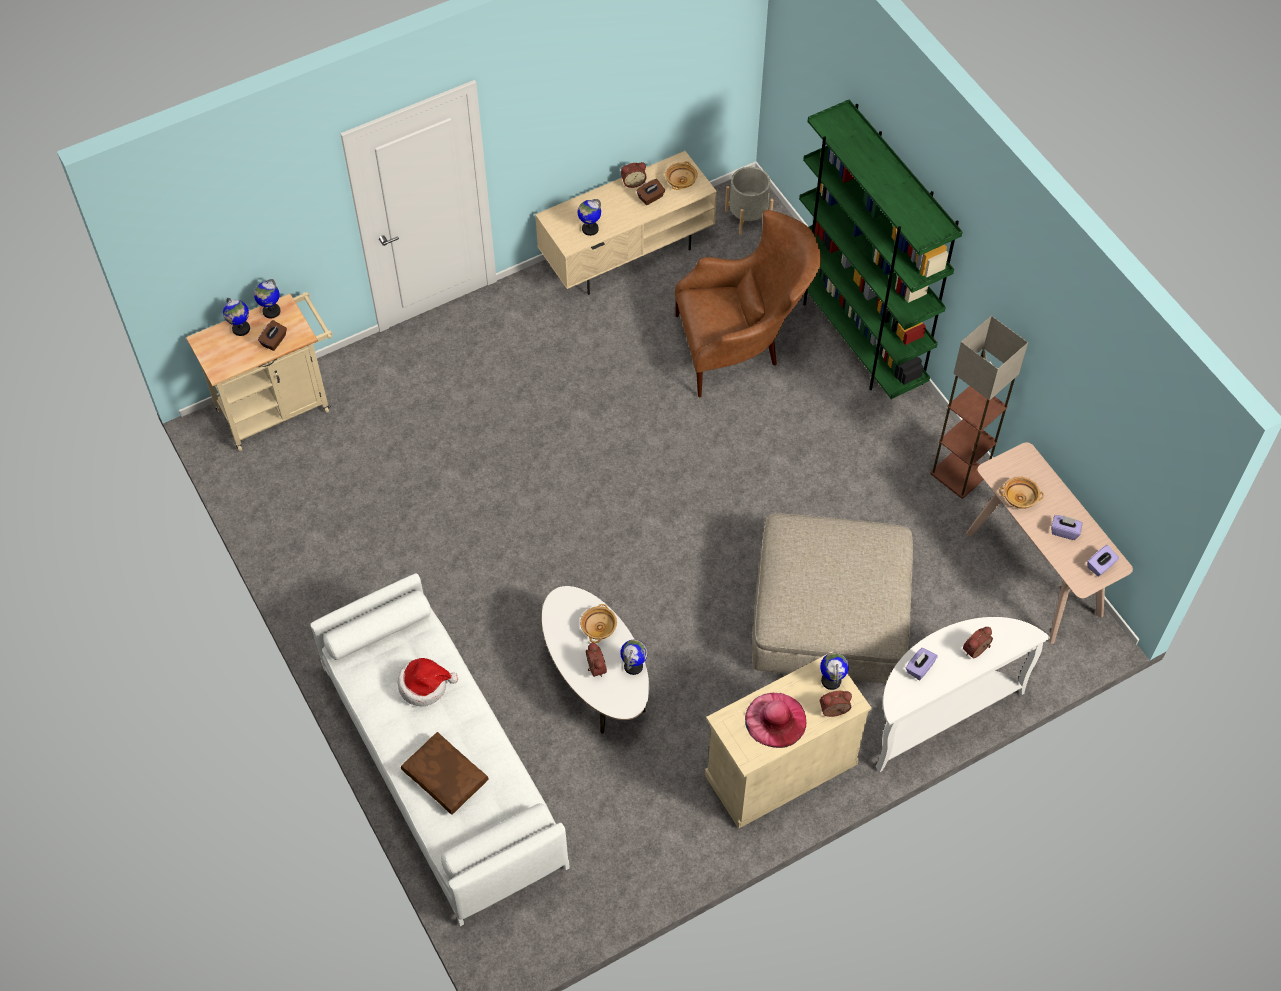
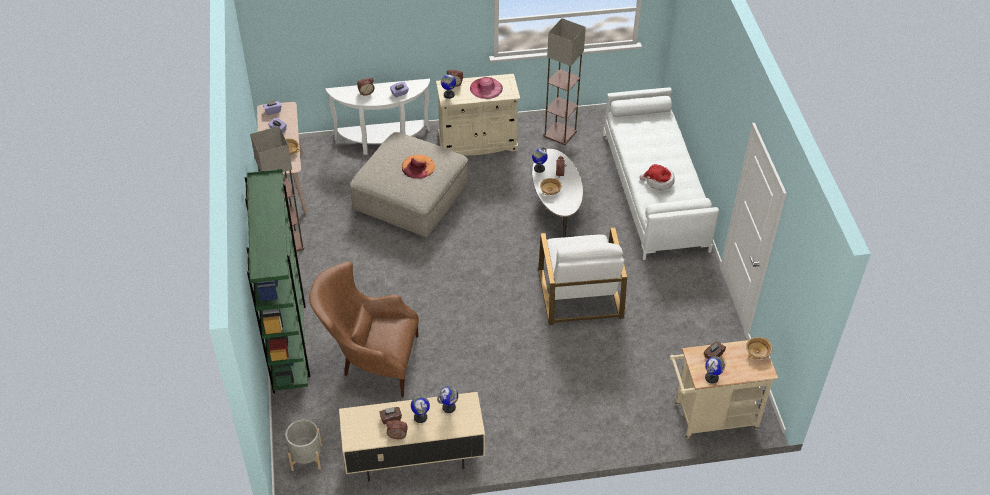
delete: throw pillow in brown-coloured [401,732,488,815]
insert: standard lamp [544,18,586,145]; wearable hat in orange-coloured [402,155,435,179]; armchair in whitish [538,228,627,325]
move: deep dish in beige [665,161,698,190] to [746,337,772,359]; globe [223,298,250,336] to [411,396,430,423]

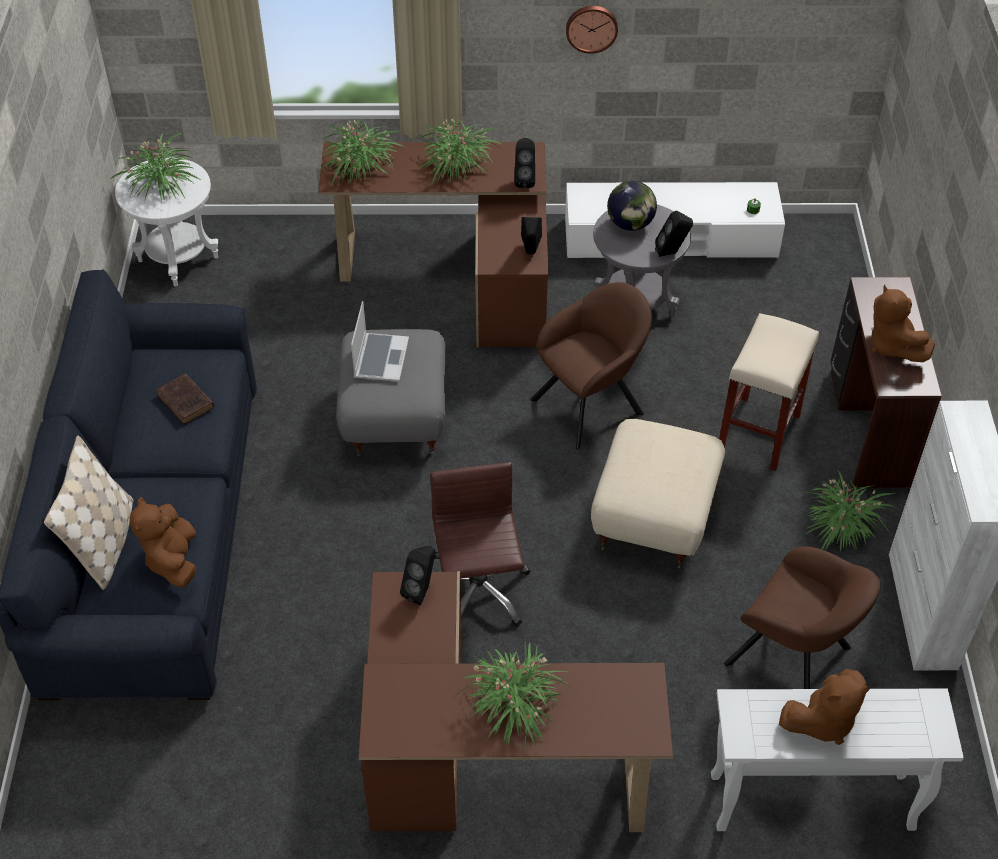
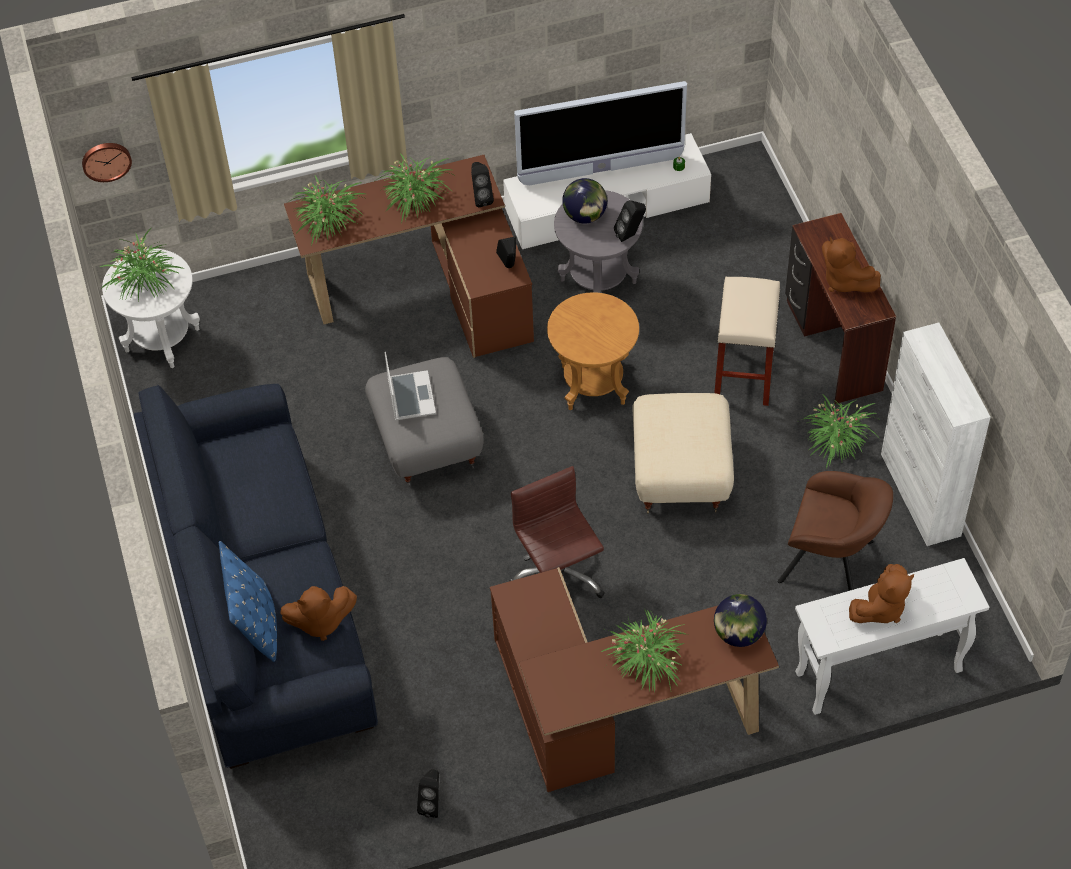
delete: volume in brown-coloured [156,374,214,424]
insert: television [514,81,687,185]; globe [714,594,767,647]
move: wall clock [566,6,618,54] to [82,143,132,182]; loudspeaker in black [400,546,435,605] to [417,769,439,818]
replace: armchair in brown-coloured [530,282,652,450] to accent table in brown-coloured [547,292,639,410]
recolor: throw pillow in beige [44,436,133,590] to throw pillow in blue [219,541,277,662]
rotate: cuddly toy in brown-coloured [130,497,196,587] = [280,586,357,641] 75 degrees counterclockwise

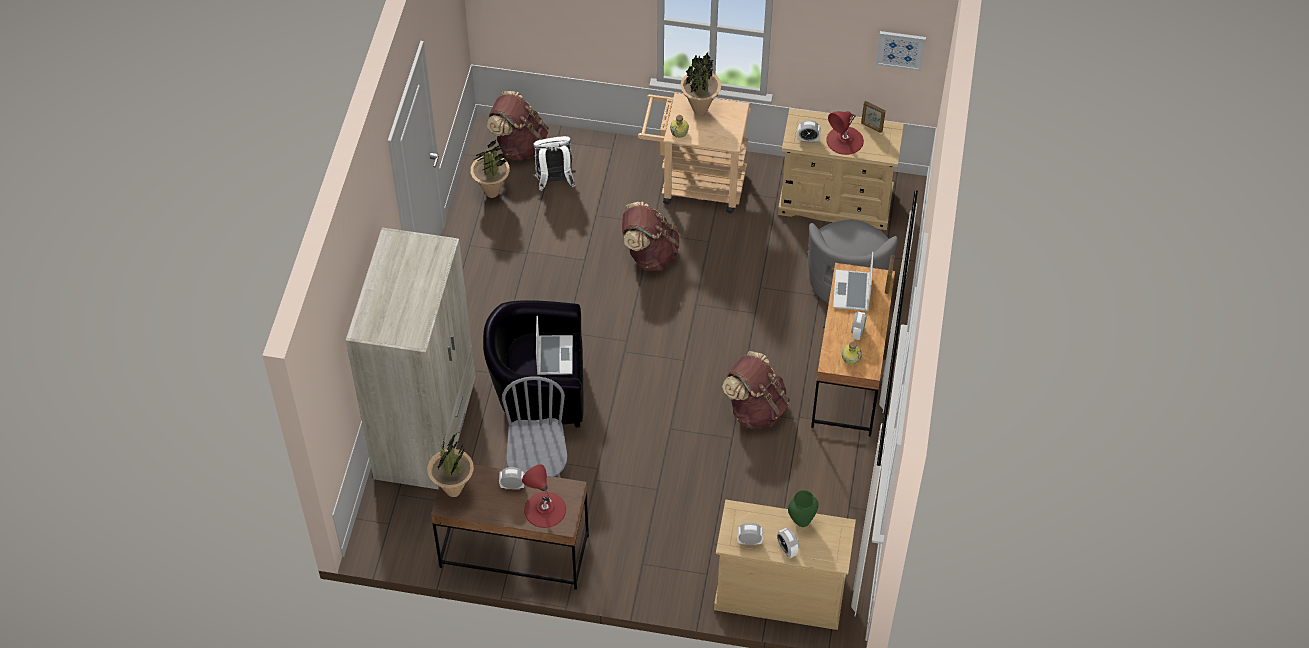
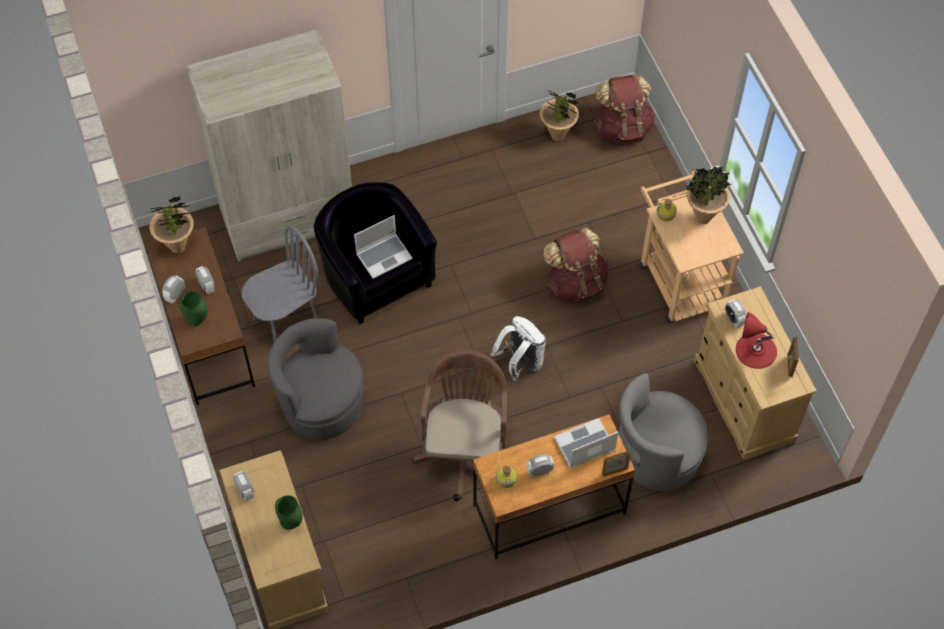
delete: picture [876,31,926,71]
insert: armchair in gray [267,318,364,440]
move: backpack in whitish [533,136,576,191] to [491,316,546,381]; alarm clock [777,528,799,558] to [162,275,185,304]
replace: backpack in brown-coloured [722,351,790,429] to desk chair in brown-coloured [412,350,507,501]; table lamp in red [522,464,566,528] to decorative vase in green-coloured [179,291,208,326]

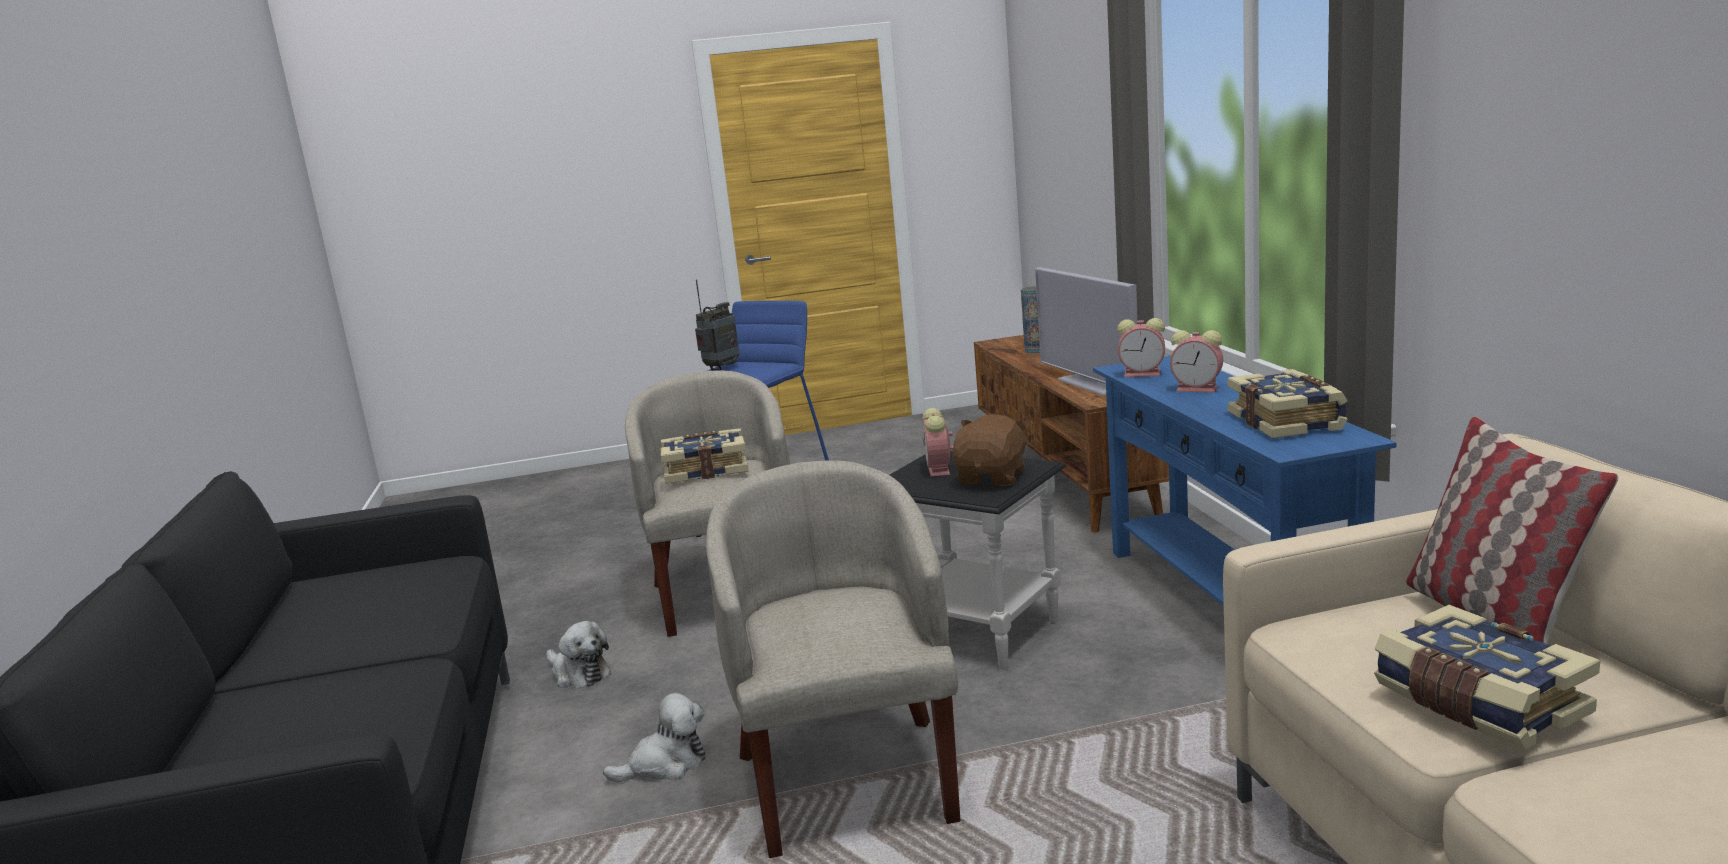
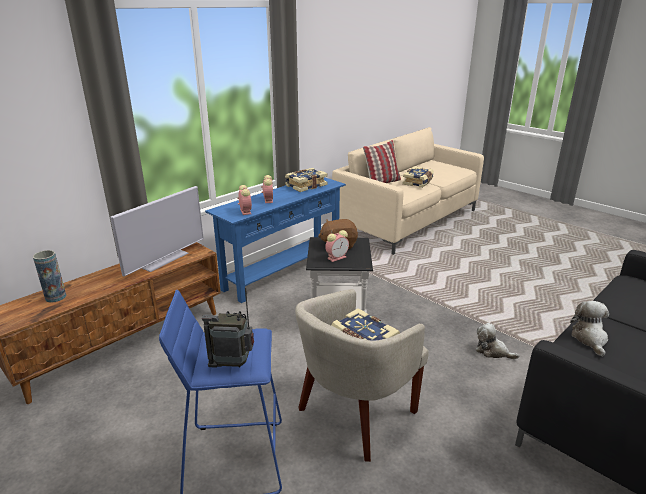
delete: armchair in beige [706,461,961,858]
move: cuddly toy [547,621,611,688] to [570,301,609,357]

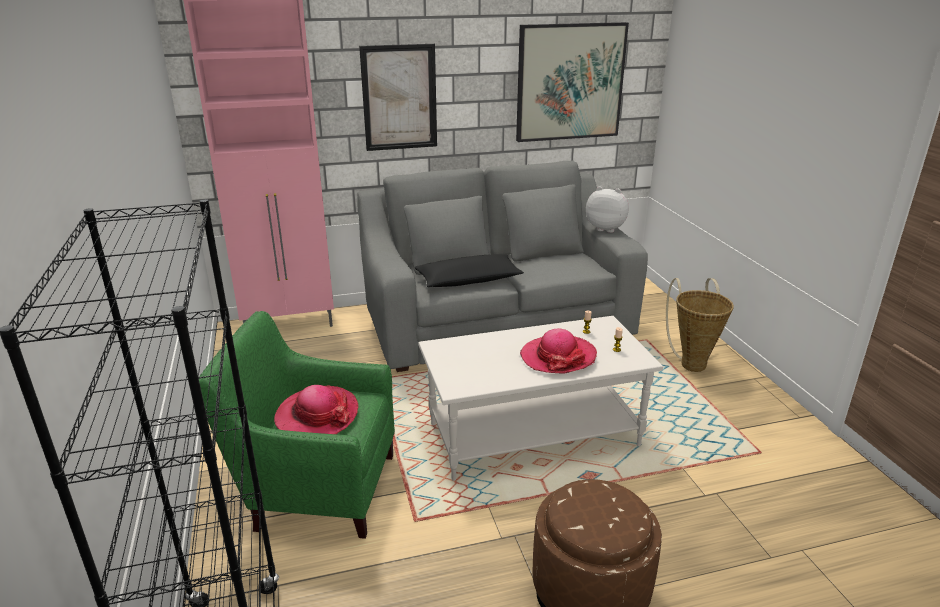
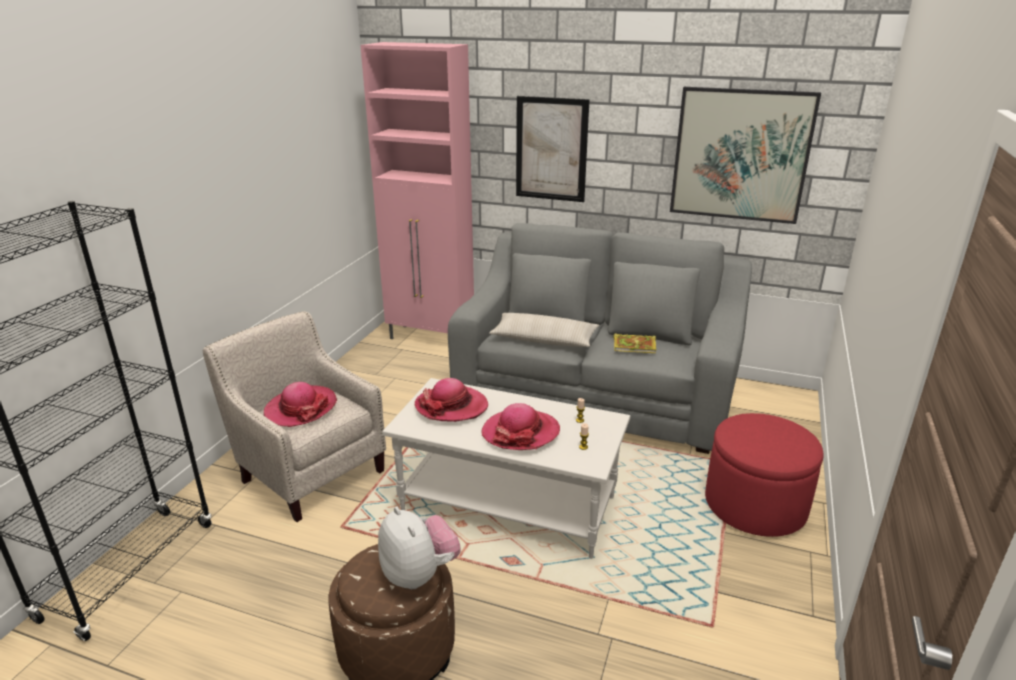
insert: volume [614,333,657,353]; wearable hat [415,378,488,422]
move: cuddly toy [586,186,629,233] to [378,507,461,589]
replace: basket [666,278,734,372] to pouffe in red [705,413,823,537]
recolor: throw pillow in black [415,254,524,287] to throw pillow in beige [489,313,599,347]; armchair in green-coloured [199,311,395,539] to armchair in beige [203,311,386,522]

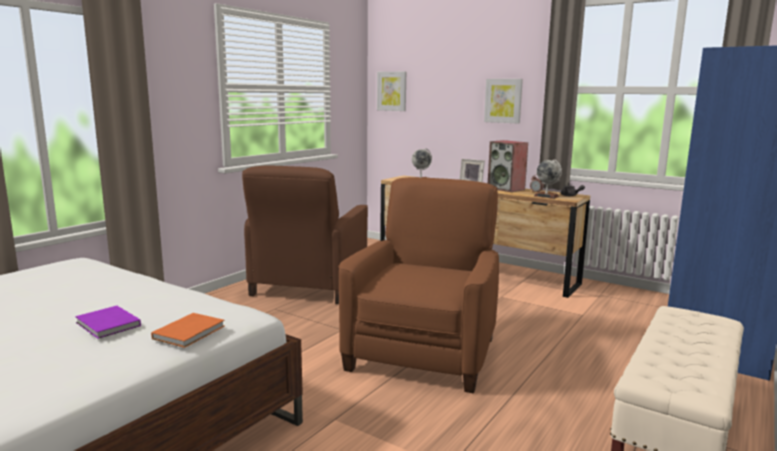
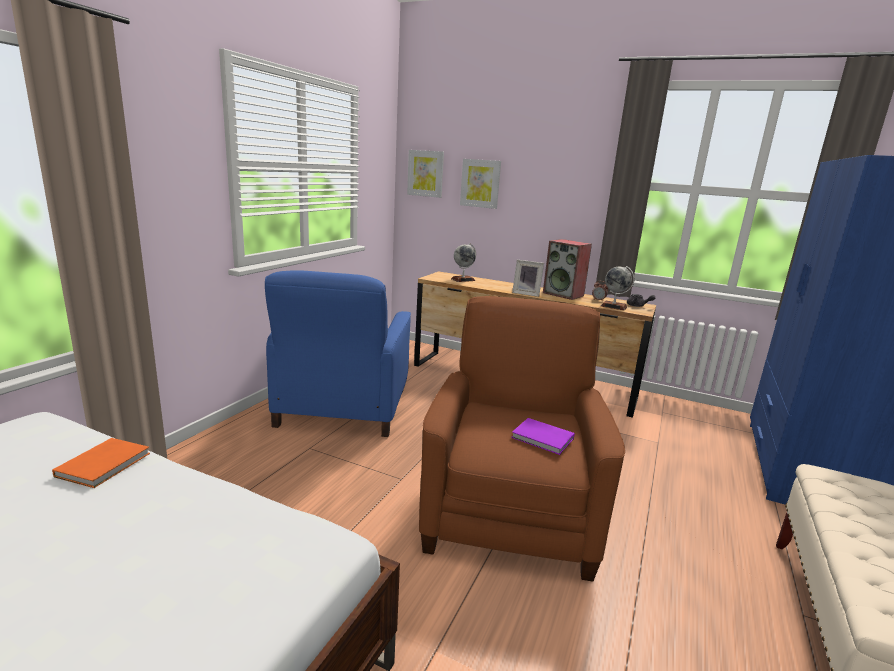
move: picture [484,79,523,123] to [460,159,501,209]; volume in purple-coloured [75,306,141,339] to [511,418,575,455]; volume in orange-coloured [151,313,225,348] to [52,438,150,488]
recolor: armchair in brown-coloured [242,166,368,304] to armchair in blue [265,270,411,437]

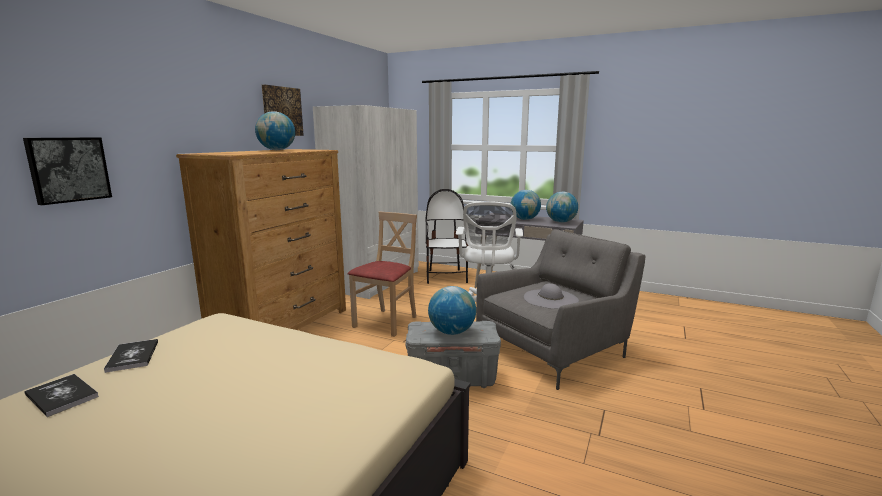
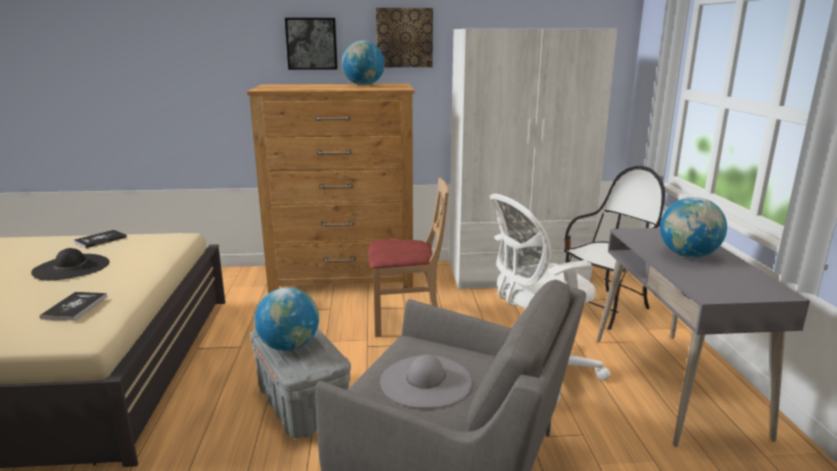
delete: globe [546,192,578,223]
insert: wearable hat in black [31,248,110,281]
move: picture [23,137,112,205] to [285,18,338,70]; volume [25,374,99,417] to [40,292,107,321]

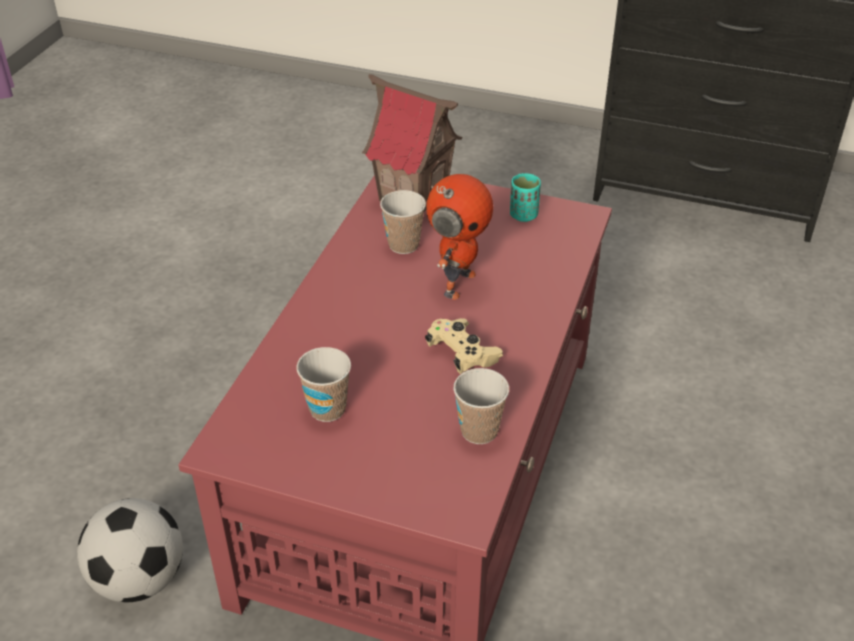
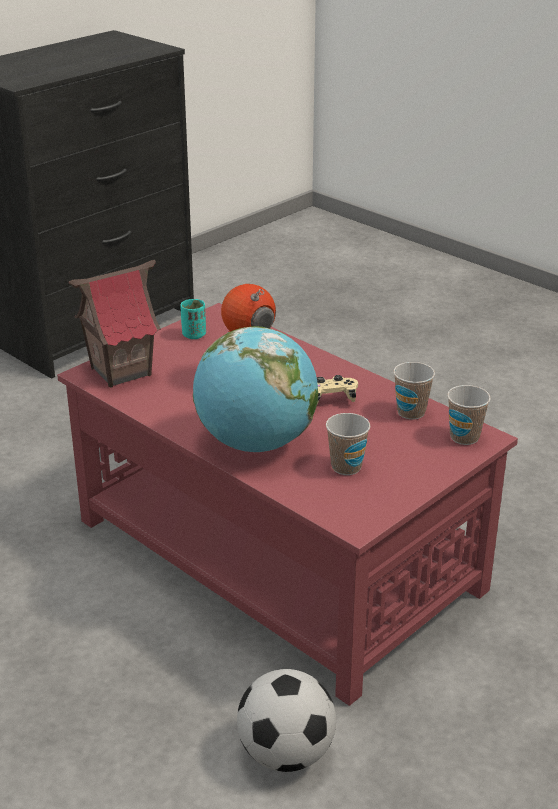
insert: globe [193,326,318,452]
move: small cup [380,190,426,254] to [447,385,490,445]

